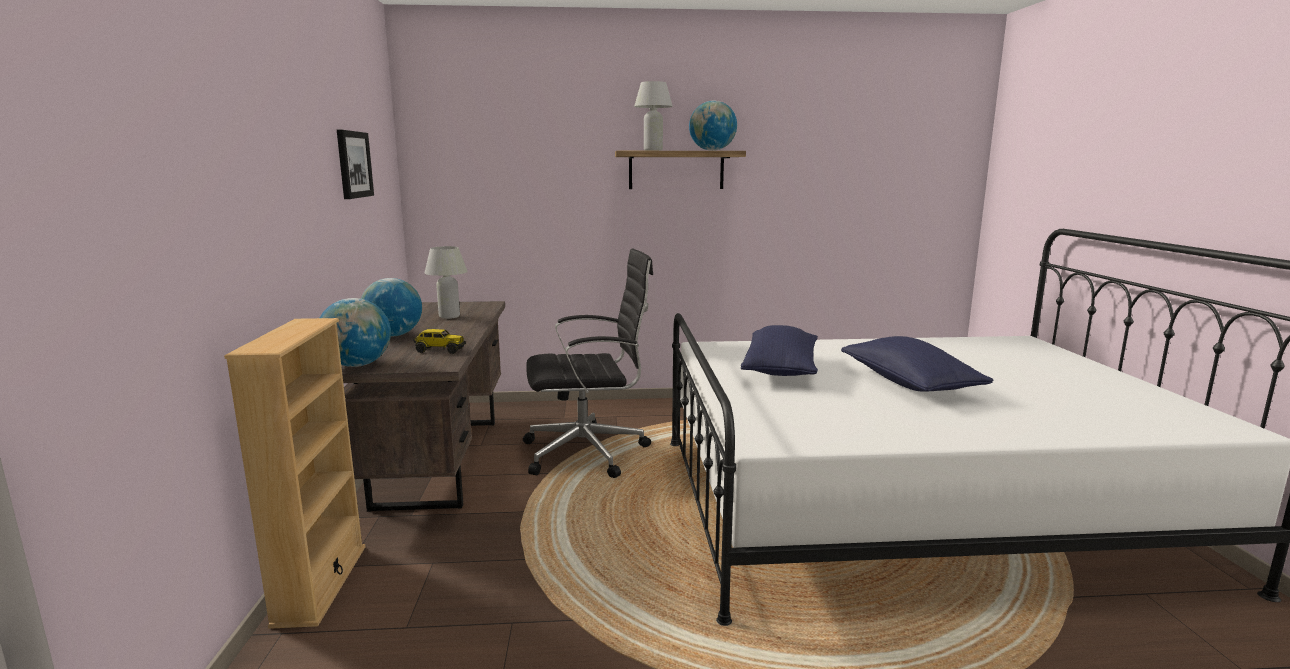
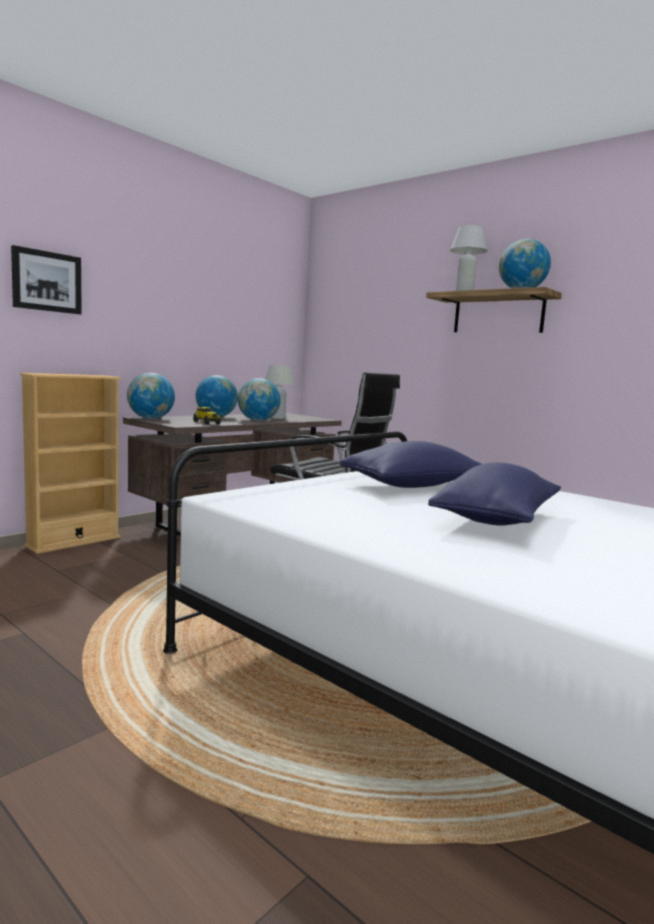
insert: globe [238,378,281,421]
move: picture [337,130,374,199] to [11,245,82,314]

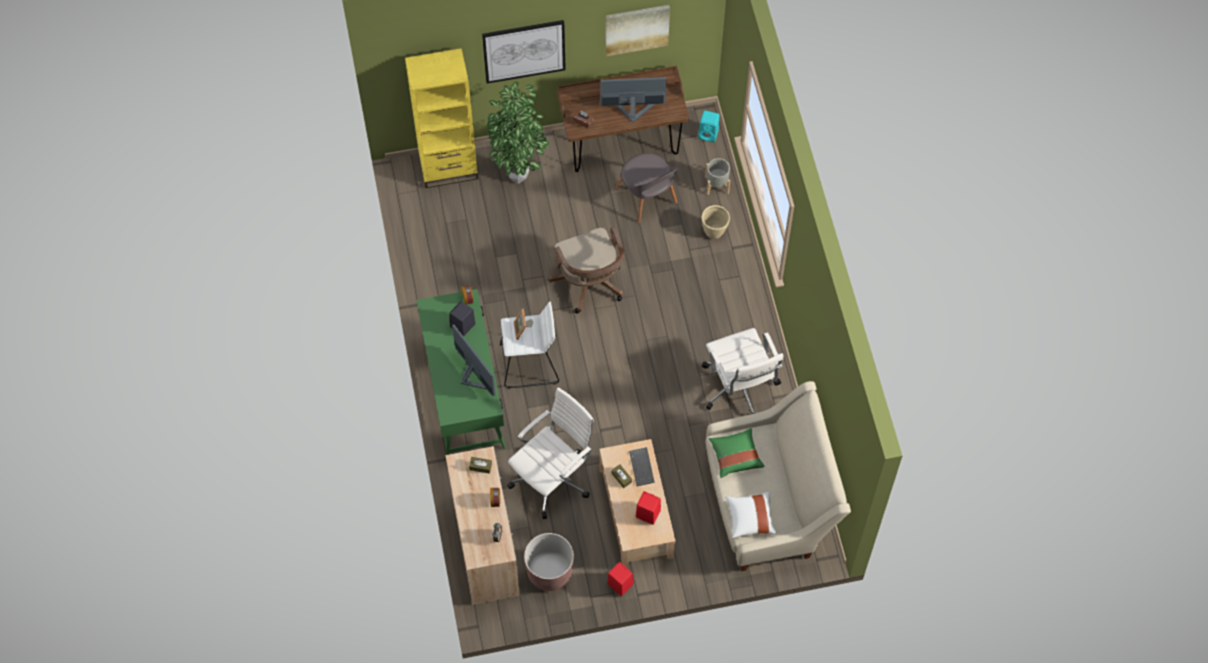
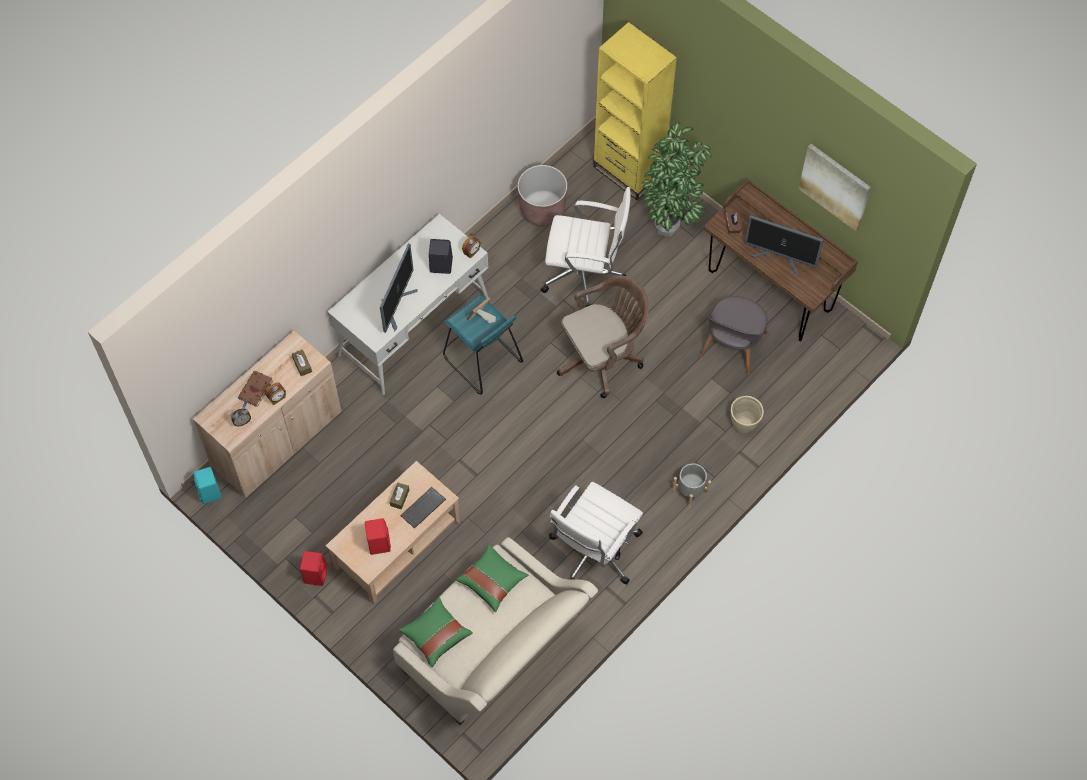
delete: picture [482,20,566,84]
insert: volume in brown-coloured [238,371,273,408]
move: loudspeaker in turquoise-coloured [698,110,719,142] to [193,467,221,504]; planter in gray [705,158,730,195] to [672,463,711,509]; desk chair in whitish [507,387,594,519] to [541,187,631,307]; planter in brown-coloured [524,533,574,591] to [518,165,567,227]
recolor: desk in green-coloured [417,289,506,455] to desk in whitish [328,214,488,395]; stool seat in whitish [500,302,559,389] to stool seat in turquoise-coloured [443,295,523,395]; throw pillow in whitish [726,491,777,538] to throw pillow in green-coloured [399,597,473,667]
rotate: computer display [600,77,667,122] = [745,215,824,276] 150 degrees clockwise; desk chair in brown-coloured [548,227,624,313] = [557,276,649,398] 150 degrees counterclockwise

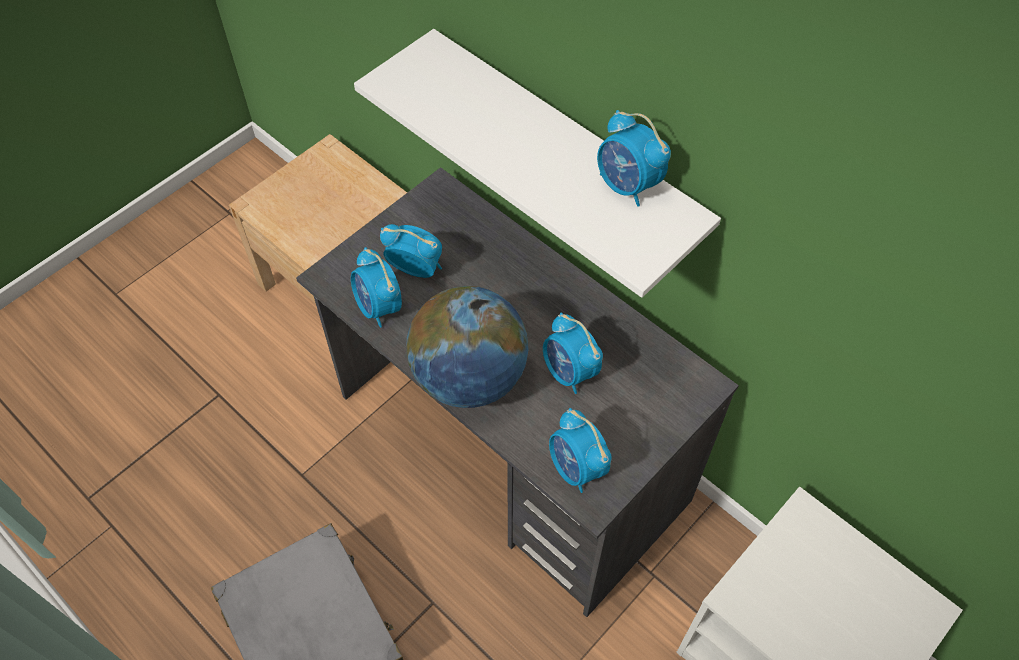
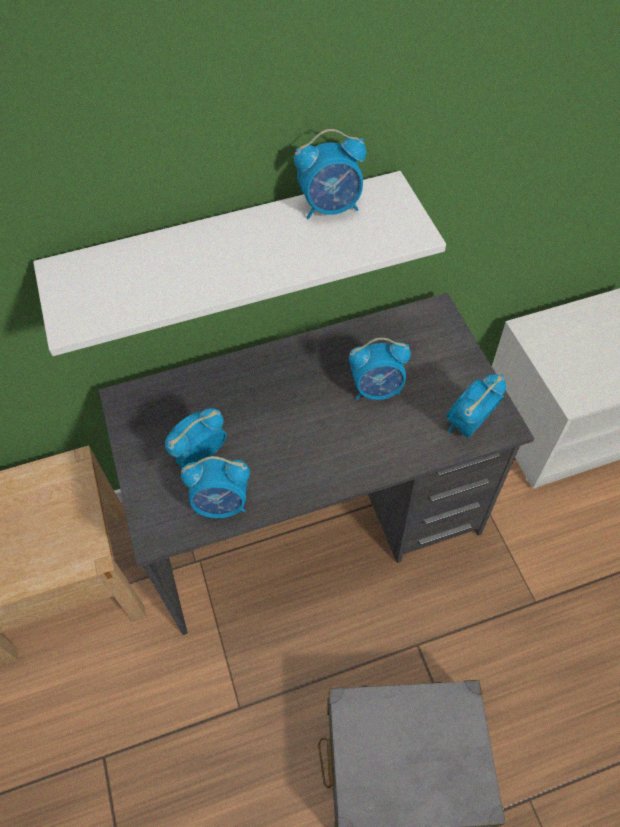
delete: globe [406,286,528,408]
rotate: alarm clock [549,408,612,493] = [446,374,506,438] 135 degrees clockwise

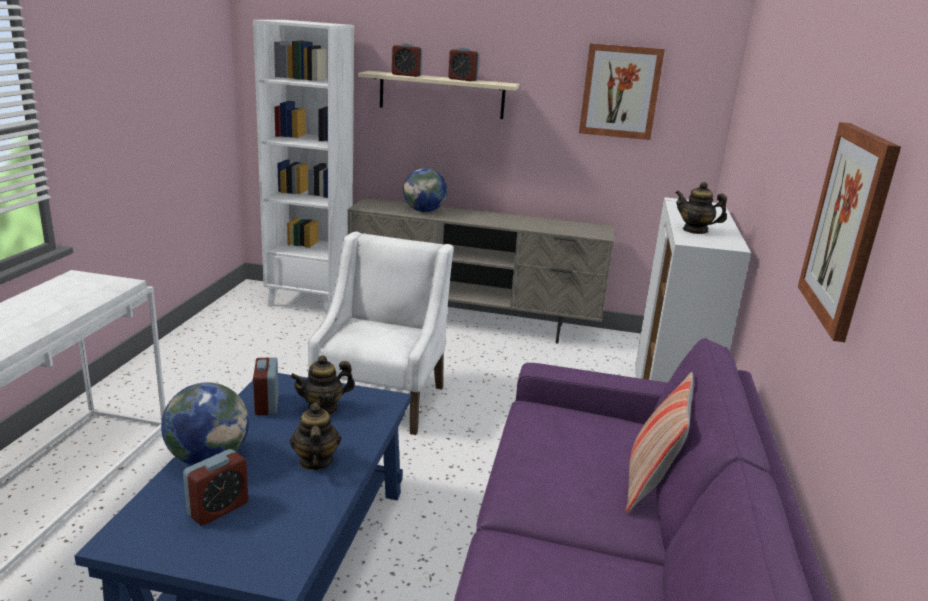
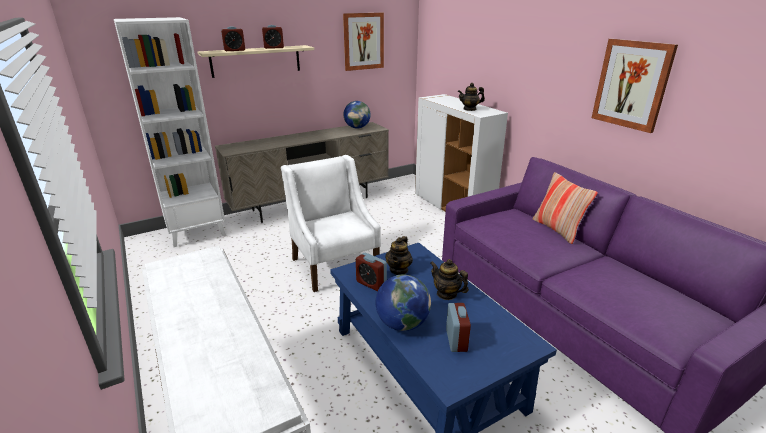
move: globe [403,168,447,212] to [344,101,371,128]

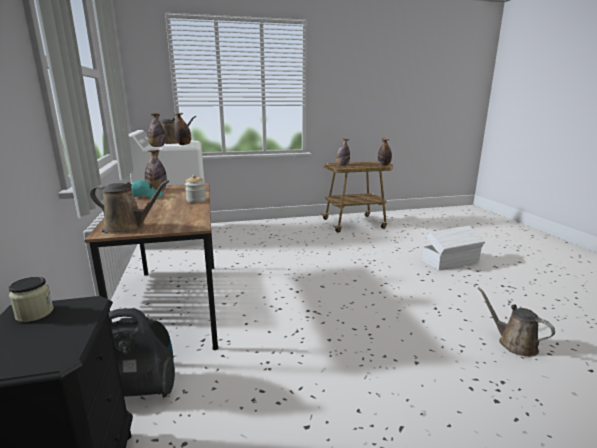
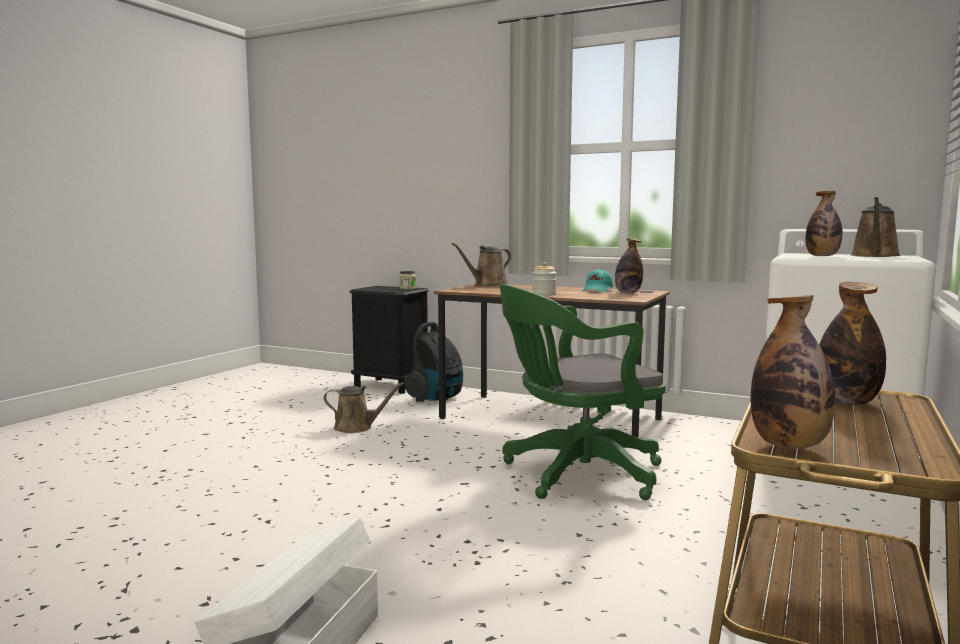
delete: drink bottle [148,114,165,147]
insert: desk chair in green-coloured [500,284,666,500]
move: watering pot in brown-coloured [478,287,555,357] to [324,382,404,433]

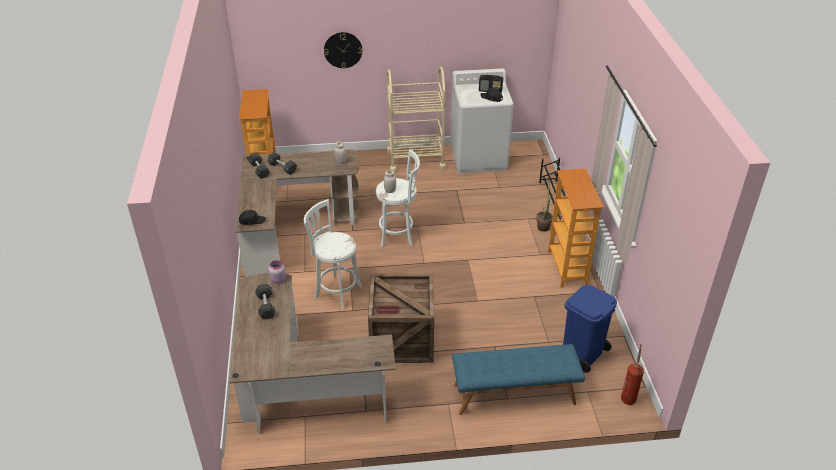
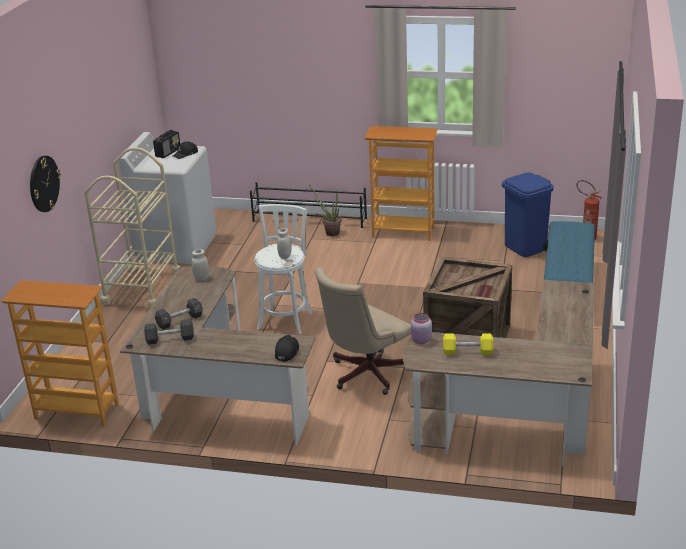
replace: stool seat in whitish [304,199,362,310] to desk chair in beige [315,267,411,395]
recolor: free weight in black [255,284,276,319] to free weight in yellow-coloured [443,333,493,355]

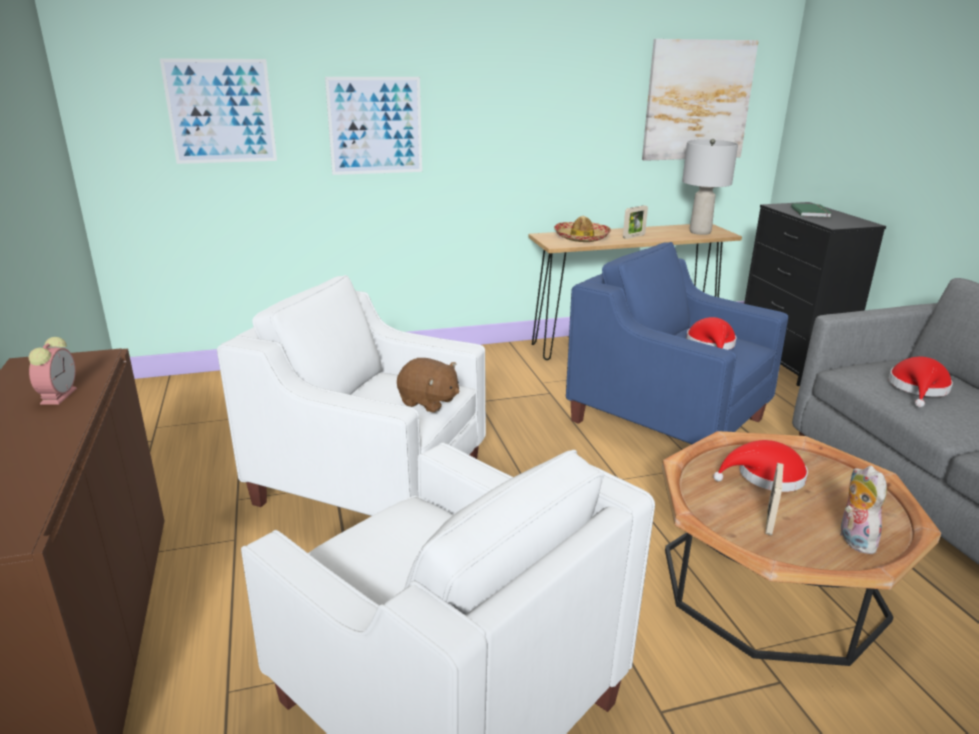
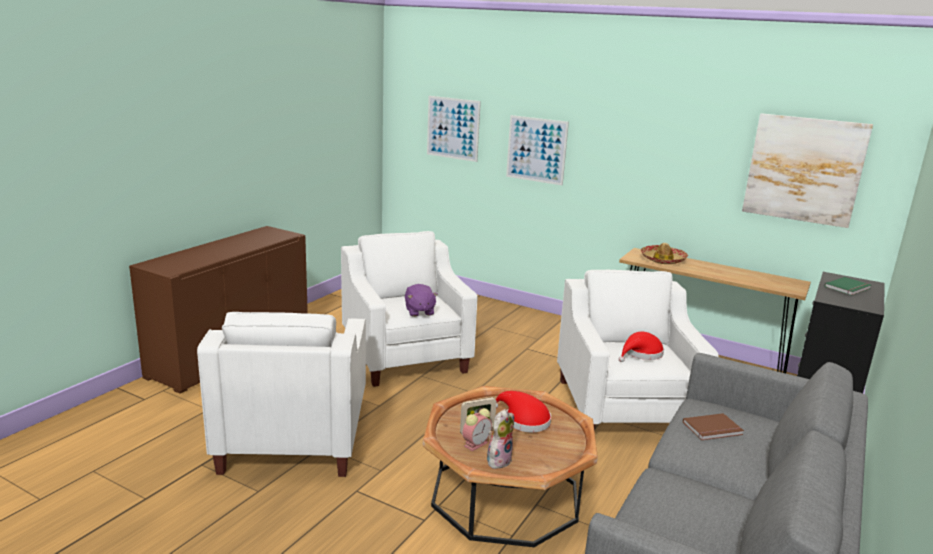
delete: table lamp in gray [682,139,738,235]; standing frame [623,205,648,239]
move: alarm clock [28,337,77,405] to [463,408,492,451]
replace: wearable hat in red [888,357,953,408] to volume in brown-coloured [683,413,744,440]
recolor: armchair in blue [566,242,788,444] to armchair in whitish [557,270,719,430]; cuddly toy in brown-coloured [397,358,460,413] to cuddly toy in purple-coloured [405,284,438,317]

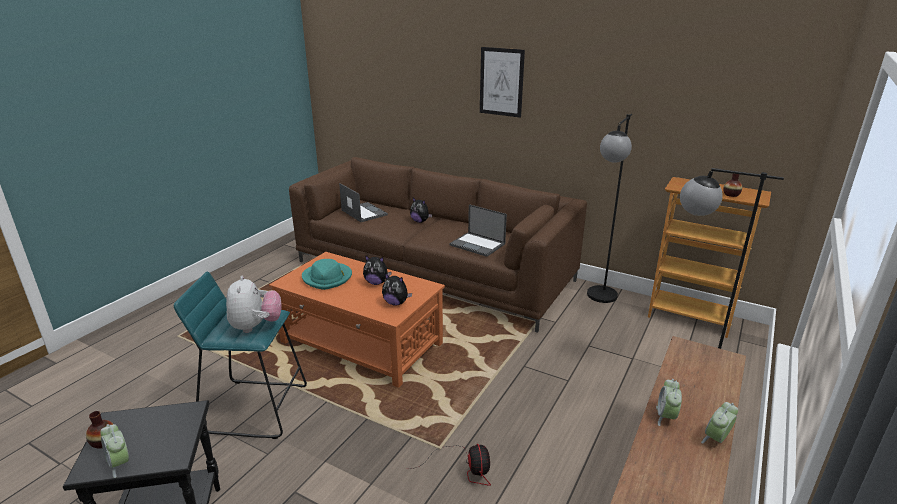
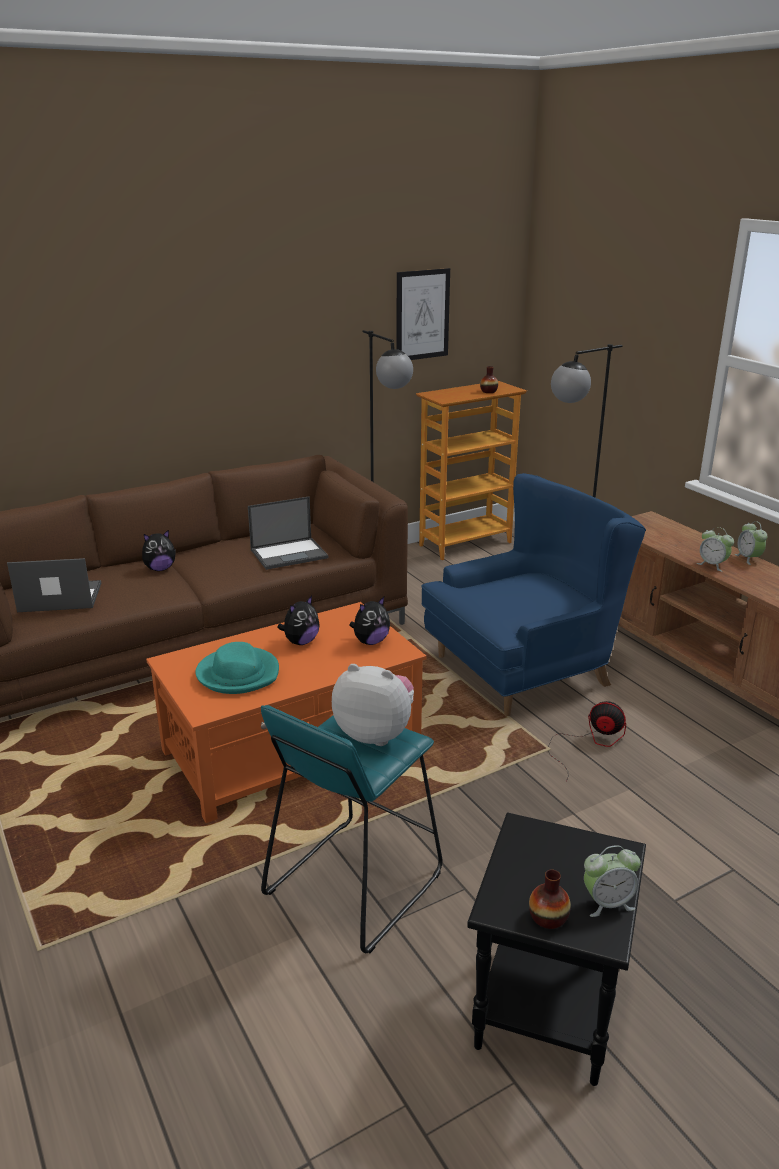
insert: armchair in blue [421,473,646,716]
move: picture [480,47,525,118] to [396,268,450,360]

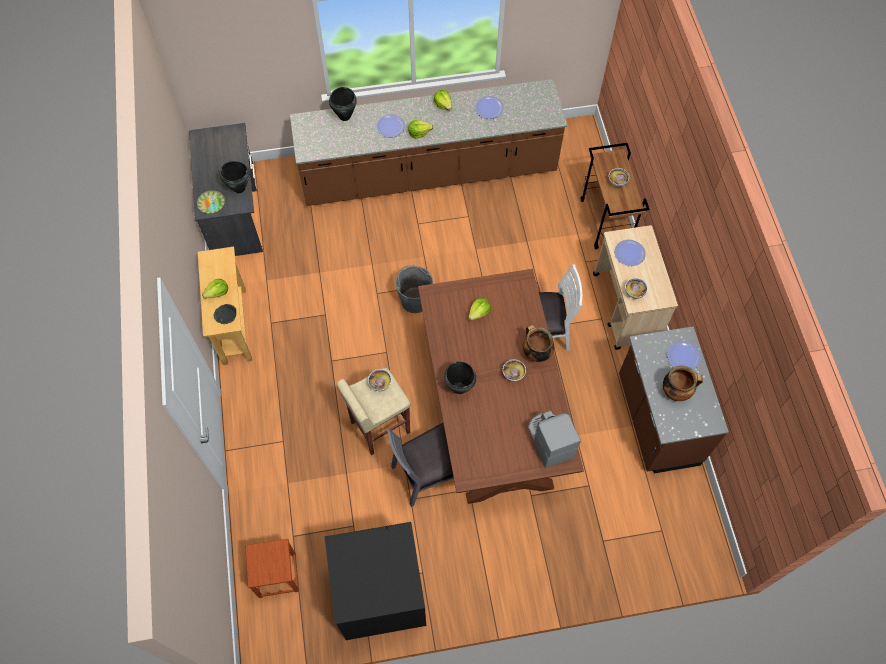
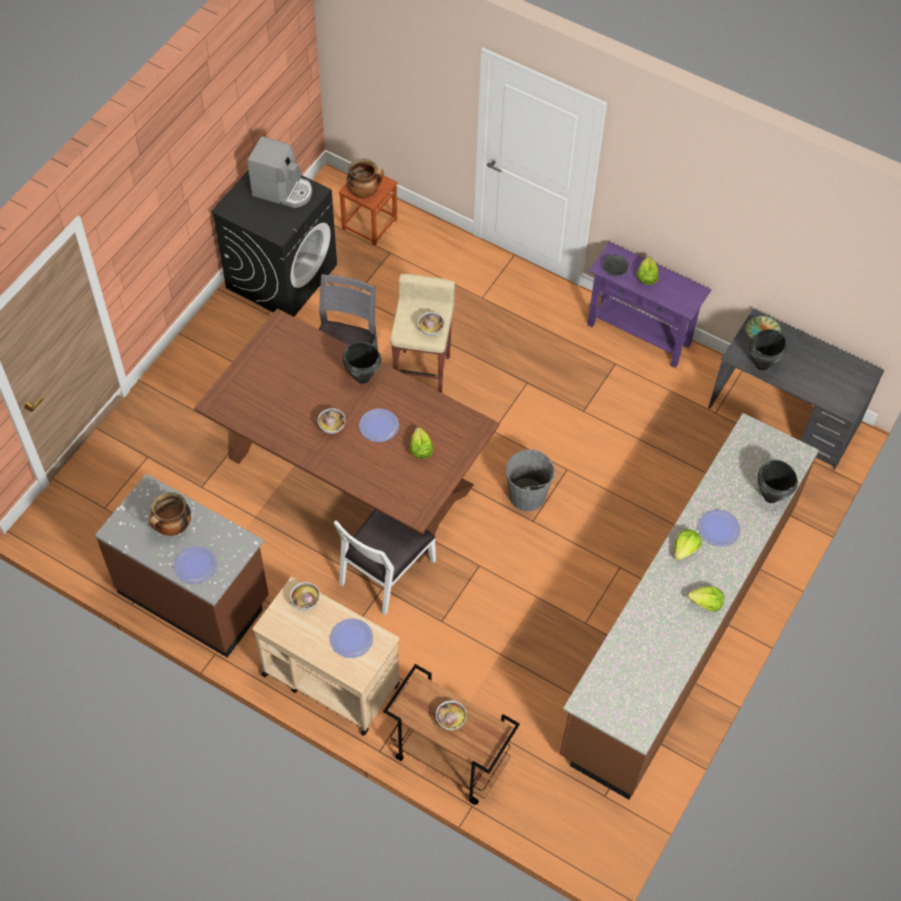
move: plate [475,96,504,119] to [359,408,399,442]; cooking pot [523,325,554,362] to [347,159,384,199]; coffee maker [528,411,581,468] to [247,136,312,208]
recolor: console table in beige [198,247,252,365] to console table in purple-coloured [587,242,711,368]

